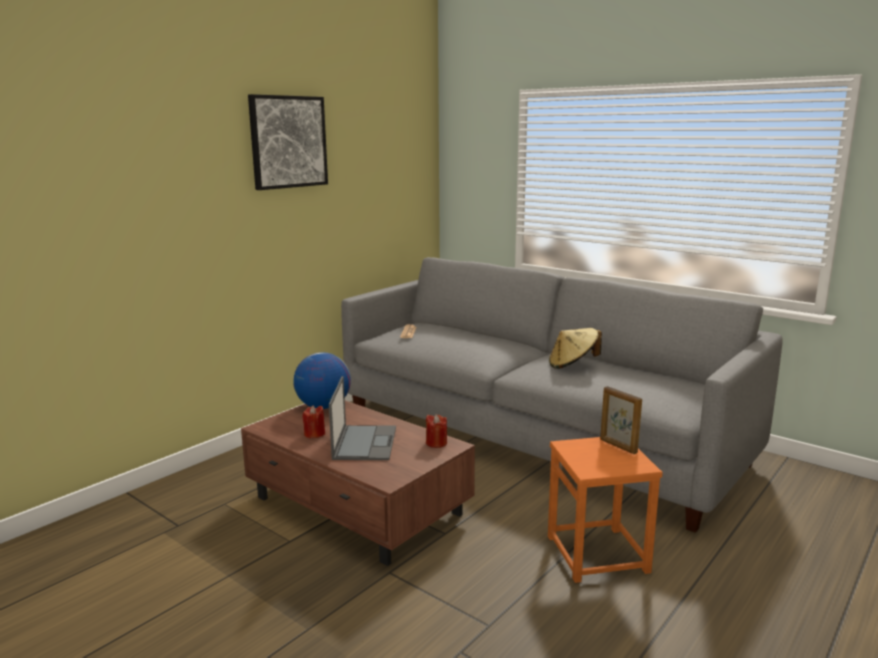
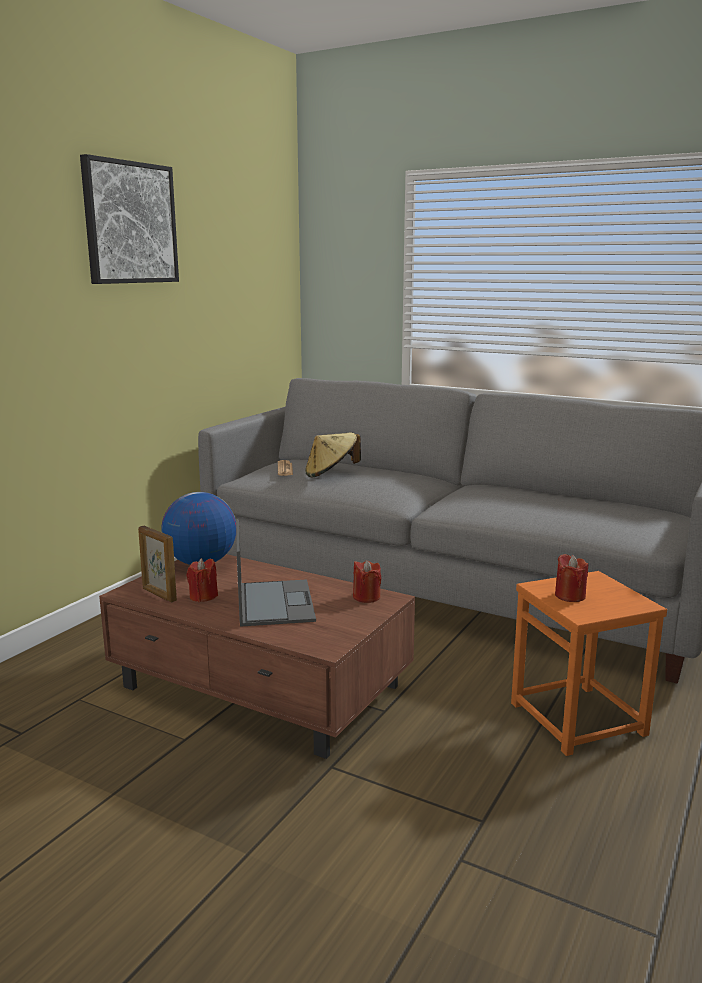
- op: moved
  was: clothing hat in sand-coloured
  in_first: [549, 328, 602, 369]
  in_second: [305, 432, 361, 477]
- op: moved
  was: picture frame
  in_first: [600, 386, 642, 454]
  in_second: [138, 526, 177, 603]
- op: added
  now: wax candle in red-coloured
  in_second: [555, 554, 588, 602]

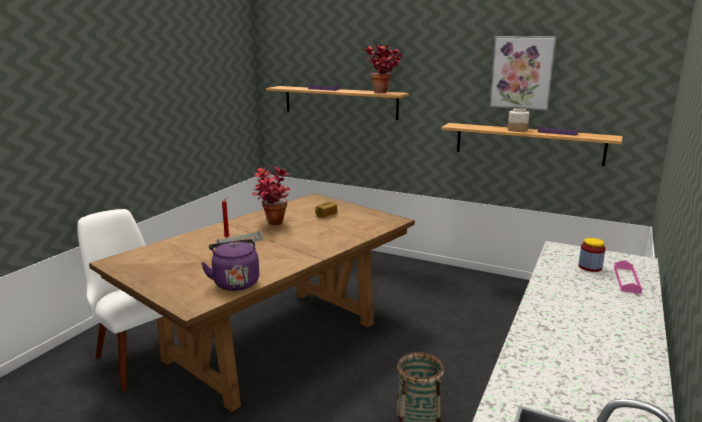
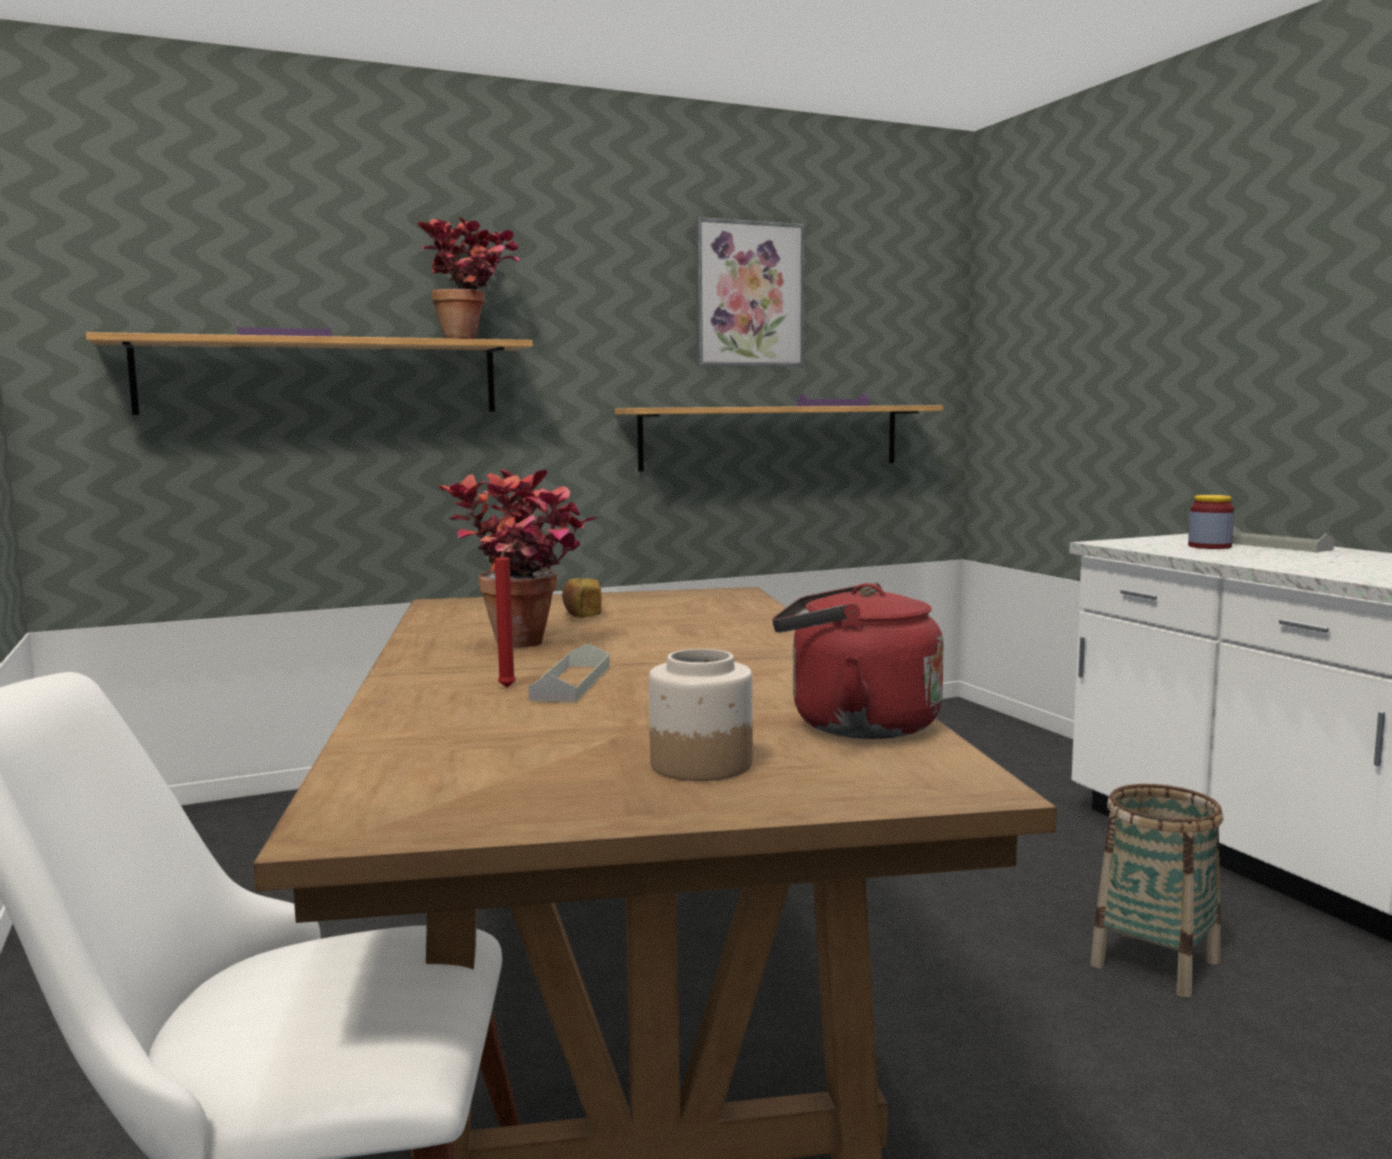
- op: moved
  was: jar
  in_first: [508, 108, 530, 132]
  in_second: [649, 649, 753, 781]
- op: recoloured
  was: kettle in purplish
  now: kettle in red-coloured
  in_first: [201, 239, 259, 291]
  in_second: [772, 583, 944, 739]
- op: recoloured
  was: carrying tray in pink
  now: carrying tray in greyish
  in_first: [614, 260, 642, 294]
  in_second: [1232, 526, 1334, 552]

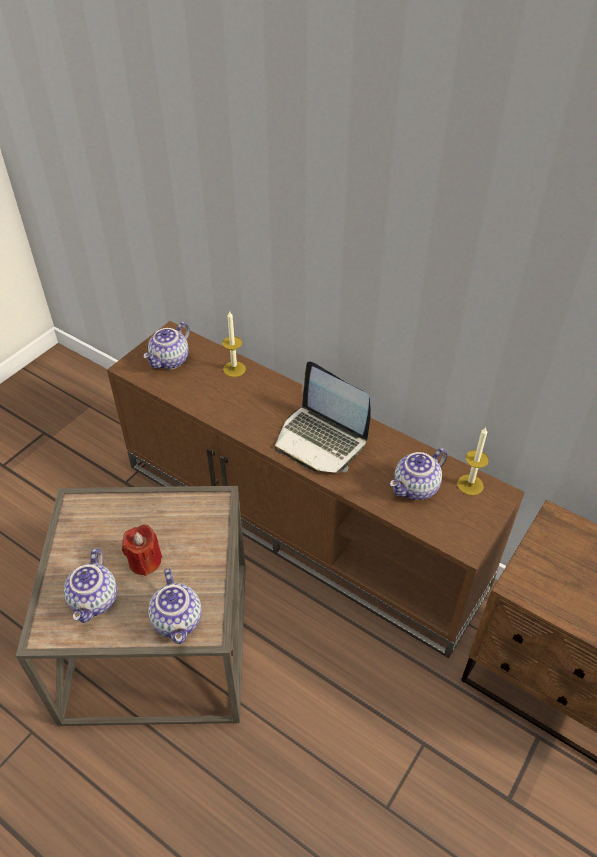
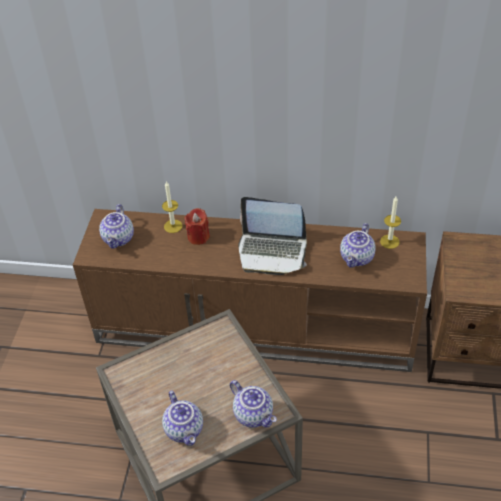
- op: moved
  was: wax candle in red-coloured
  in_first: [122, 524, 162, 576]
  in_second: [184, 208, 210, 245]

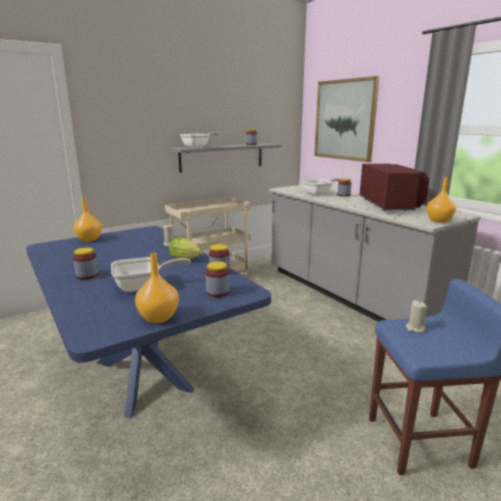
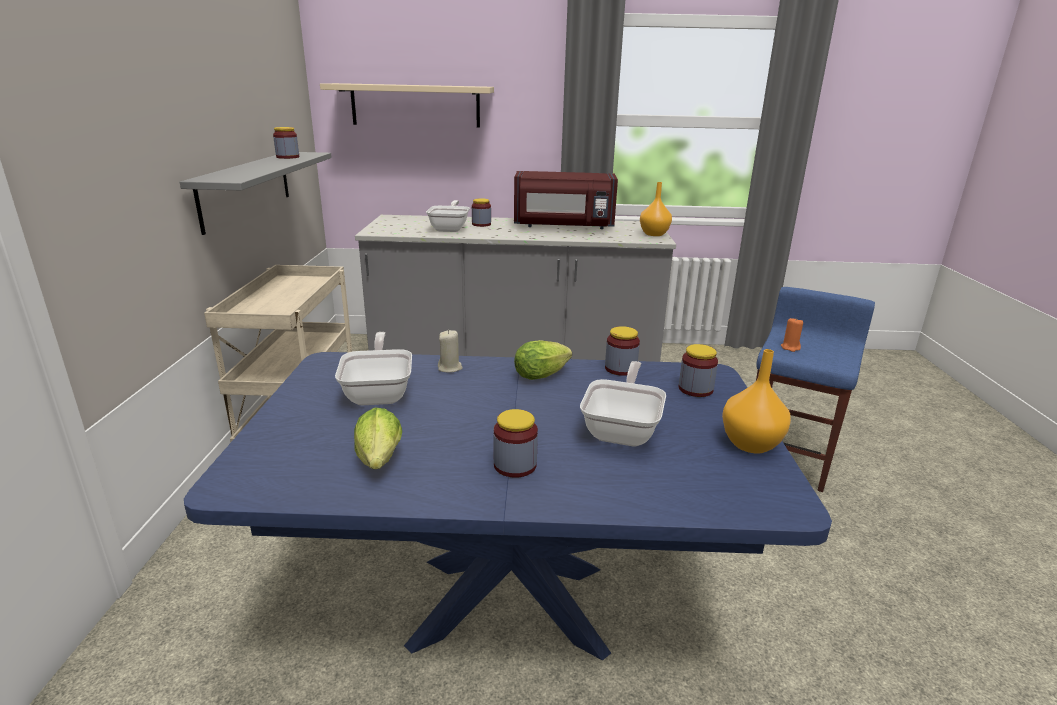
- op: replaced
  was: wall art
  now: wall shelf in sand-coloured
  in_first: [314, 76, 380, 162]
  in_second: [320, 83, 494, 128]
- op: moved
  was: skillet
  in_first: [180, 132, 219, 148]
  in_second: [335, 332, 412, 405]
- op: turned
  was: microwave oven in red-coloured
  in_first: [360, 164, 429, 211]
  in_second: [514, 171, 618, 229]
  clockwise: 150
- op: removed
  was: flower vase in orangey
  in_first: [74, 198, 102, 242]
- op: recoloured
  was: wax candle in sand-coloured
  now: wax candle in orangey
  in_first: [406, 300, 427, 333]
  in_second: [781, 317, 803, 352]
- op: added
  now: lettuce head
  in_second: [354, 407, 402, 469]

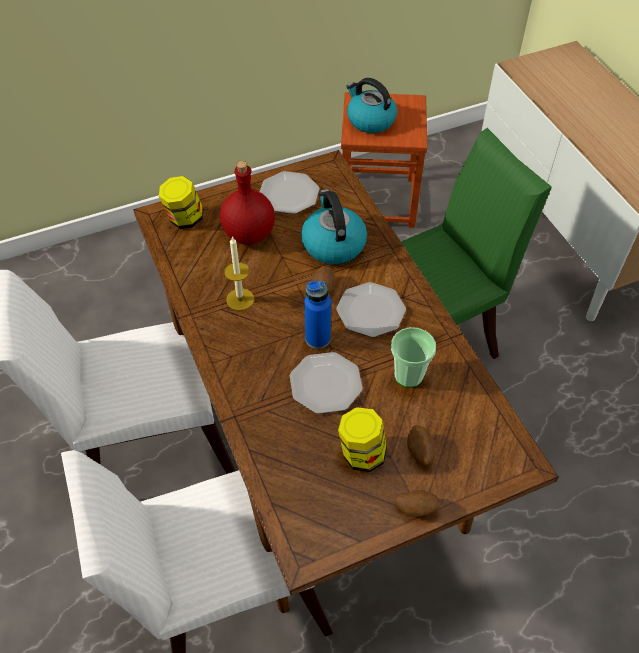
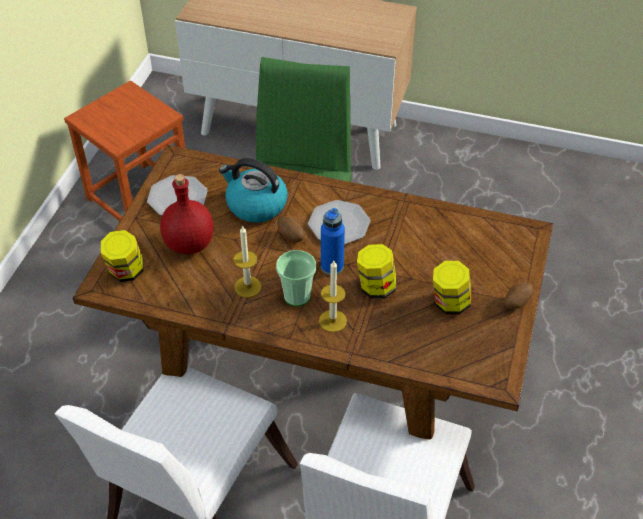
- op: removed
  was: kettle
  in_first: [346, 78, 397, 133]
- op: moved
  was: cup
  in_first: [391, 327, 436, 388]
  in_second: [276, 250, 316, 306]
- op: replaced
  was: dinner plate
  now: jar
  in_first: [290, 352, 363, 414]
  in_second: [357, 244, 397, 299]
- op: removed
  was: spud
  in_first: [407, 425, 436, 466]
- op: added
  now: wax candle
  in_second: [319, 261, 347, 332]

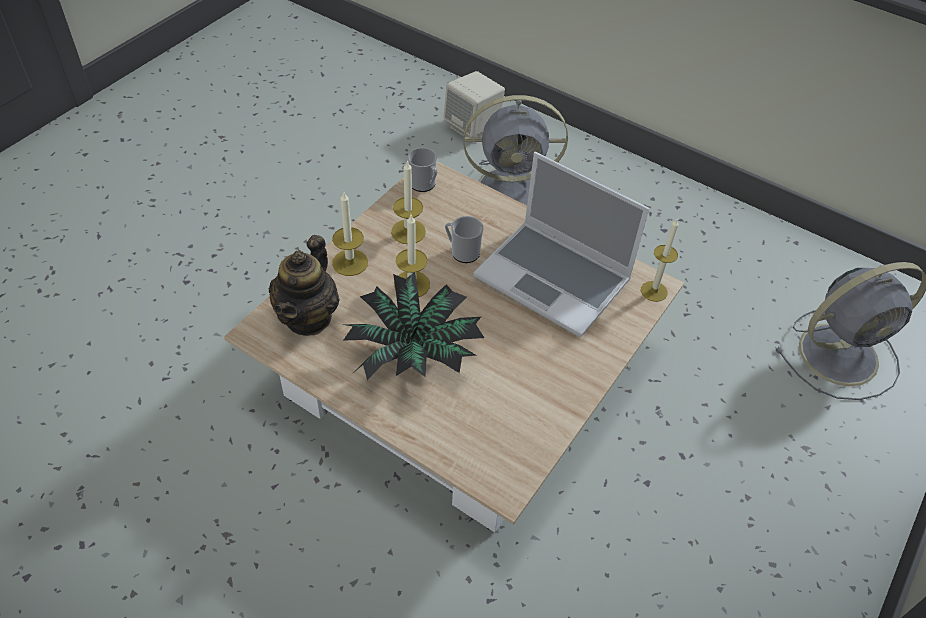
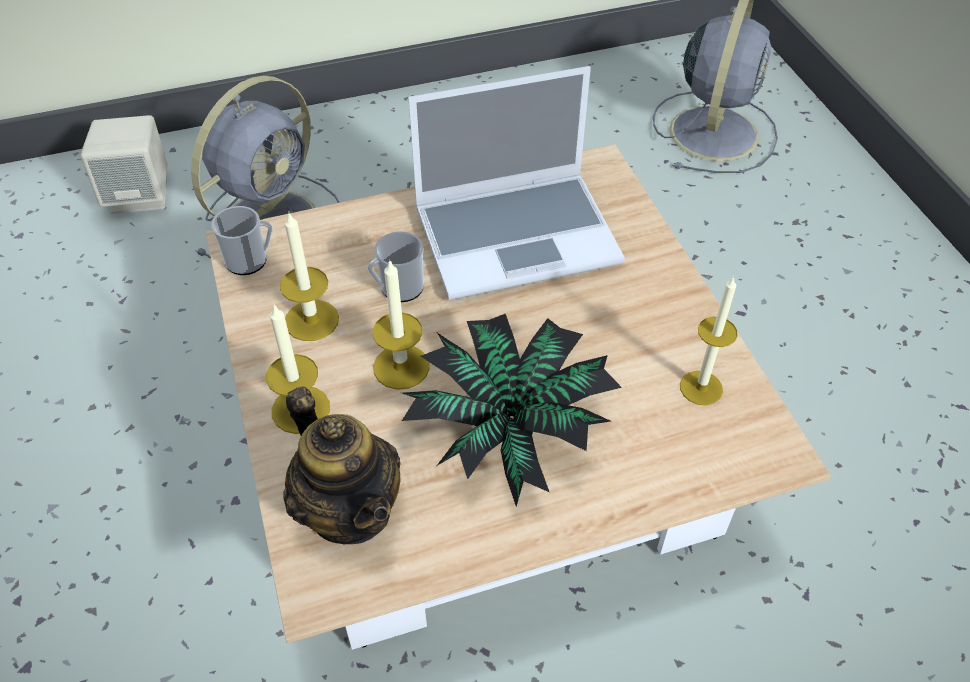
- op: moved
  was: wax candle
  in_first: [641, 219, 678, 302]
  in_second: [680, 276, 738, 405]

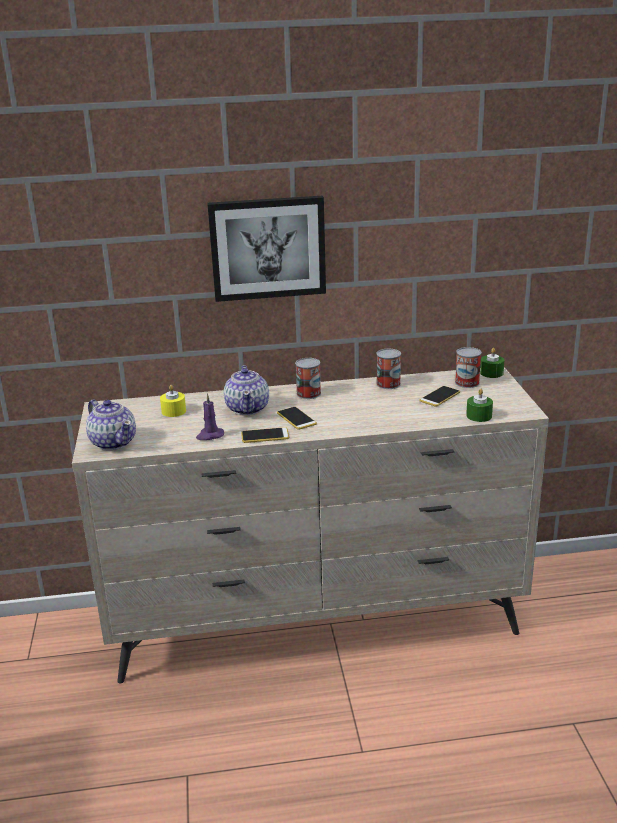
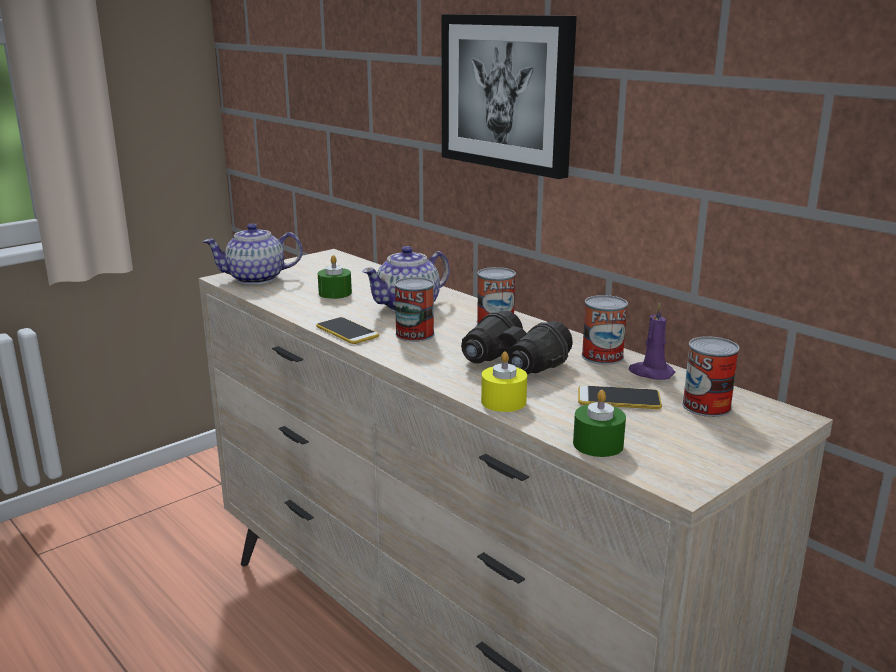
- op: moved
  was: wax candle in green
  in_first: [480, 348, 504, 378]
  in_second: [318, 255, 352, 299]
- op: moved
  was: wax candle in yellow
  in_first: [160, 385, 186, 417]
  in_second: [481, 352, 527, 412]
- op: moved
  was: wax candle in purplish
  in_first: [196, 394, 224, 440]
  in_second: [629, 302, 675, 380]
- op: turned
  was: pot for tea
  in_first: [86, 399, 136, 450]
  in_second: [202, 223, 303, 285]
  clockwise: 60
- op: replaced
  was: telephone
  now: can
  in_first: [277, 407, 317, 430]
  in_second: [394, 277, 434, 342]
- op: added
  now: binoculars in blackish
  in_second: [461, 310, 573, 375]

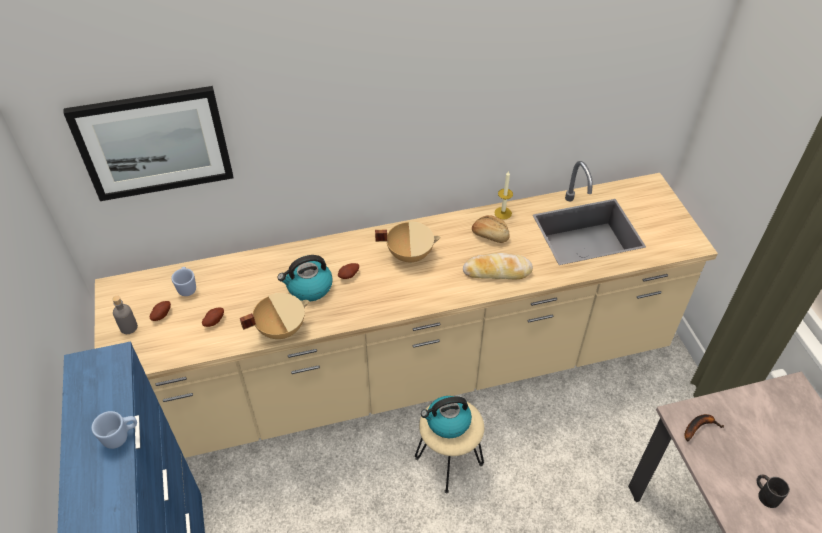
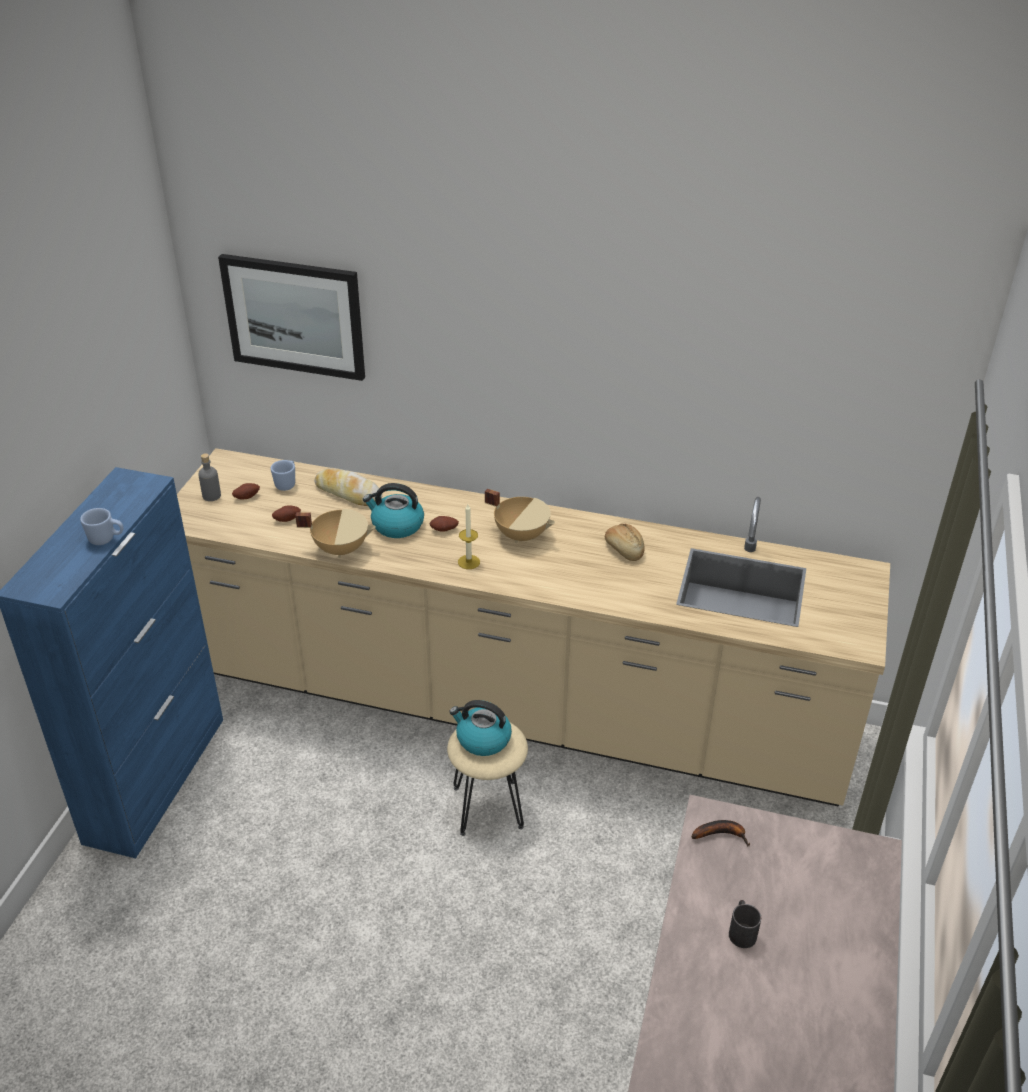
- op: moved
  was: wax candle
  in_first: [494, 171, 513, 220]
  in_second: [458, 504, 480, 569]
- op: moved
  was: bread
  in_first: [463, 253, 533, 279]
  in_second: [314, 468, 382, 506]

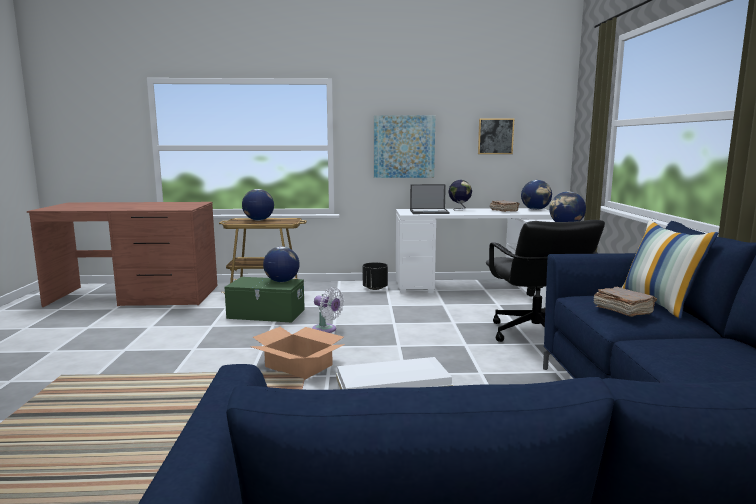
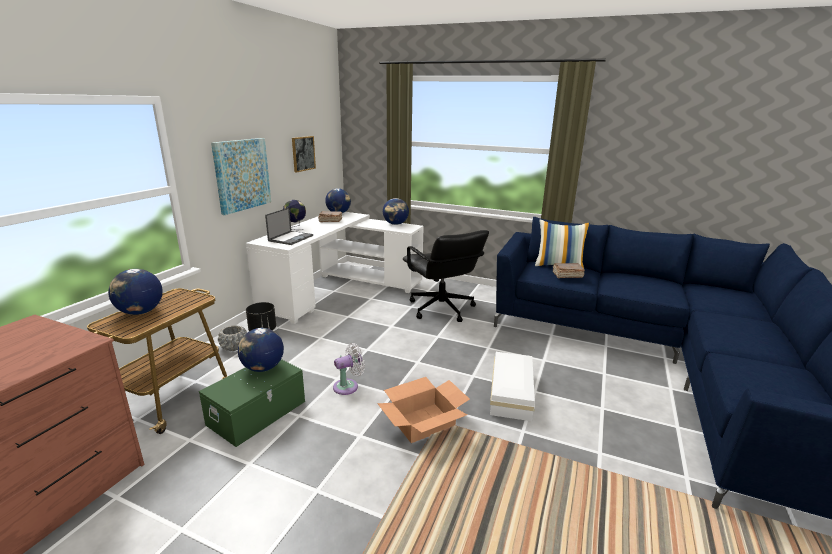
- op: turned
  was: computer chair in blackish
  in_first: [486, 220, 605, 342]
  in_second: [403, 230, 489, 322]
  clockwise: 45
- op: added
  now: planter in greyish
  in_second: [218, 325, 247, 351]

